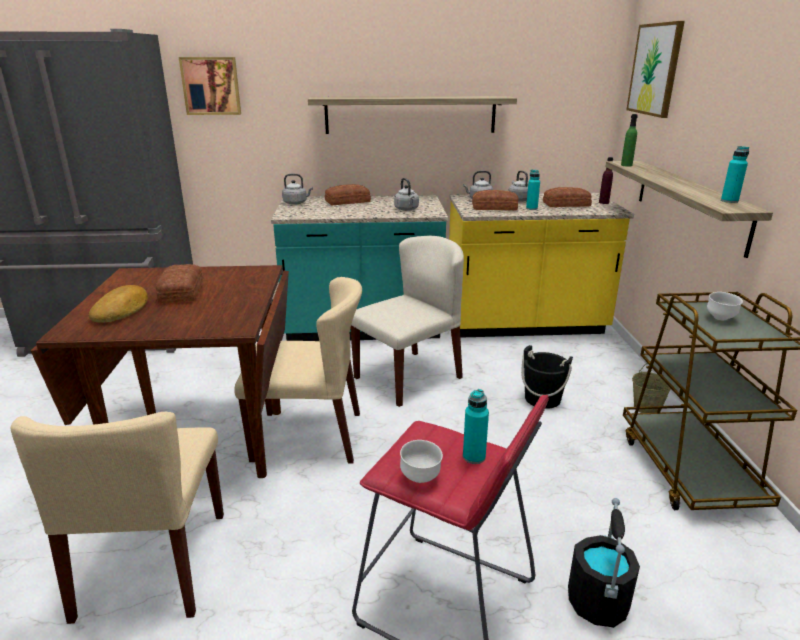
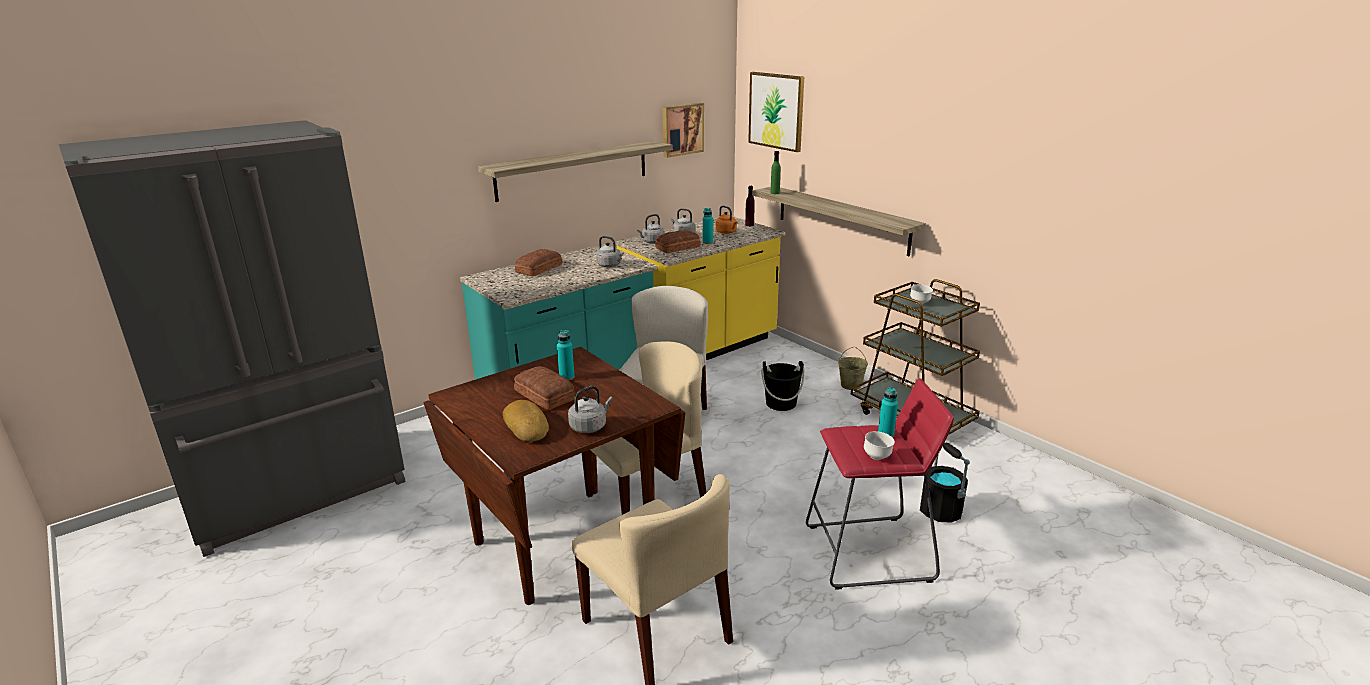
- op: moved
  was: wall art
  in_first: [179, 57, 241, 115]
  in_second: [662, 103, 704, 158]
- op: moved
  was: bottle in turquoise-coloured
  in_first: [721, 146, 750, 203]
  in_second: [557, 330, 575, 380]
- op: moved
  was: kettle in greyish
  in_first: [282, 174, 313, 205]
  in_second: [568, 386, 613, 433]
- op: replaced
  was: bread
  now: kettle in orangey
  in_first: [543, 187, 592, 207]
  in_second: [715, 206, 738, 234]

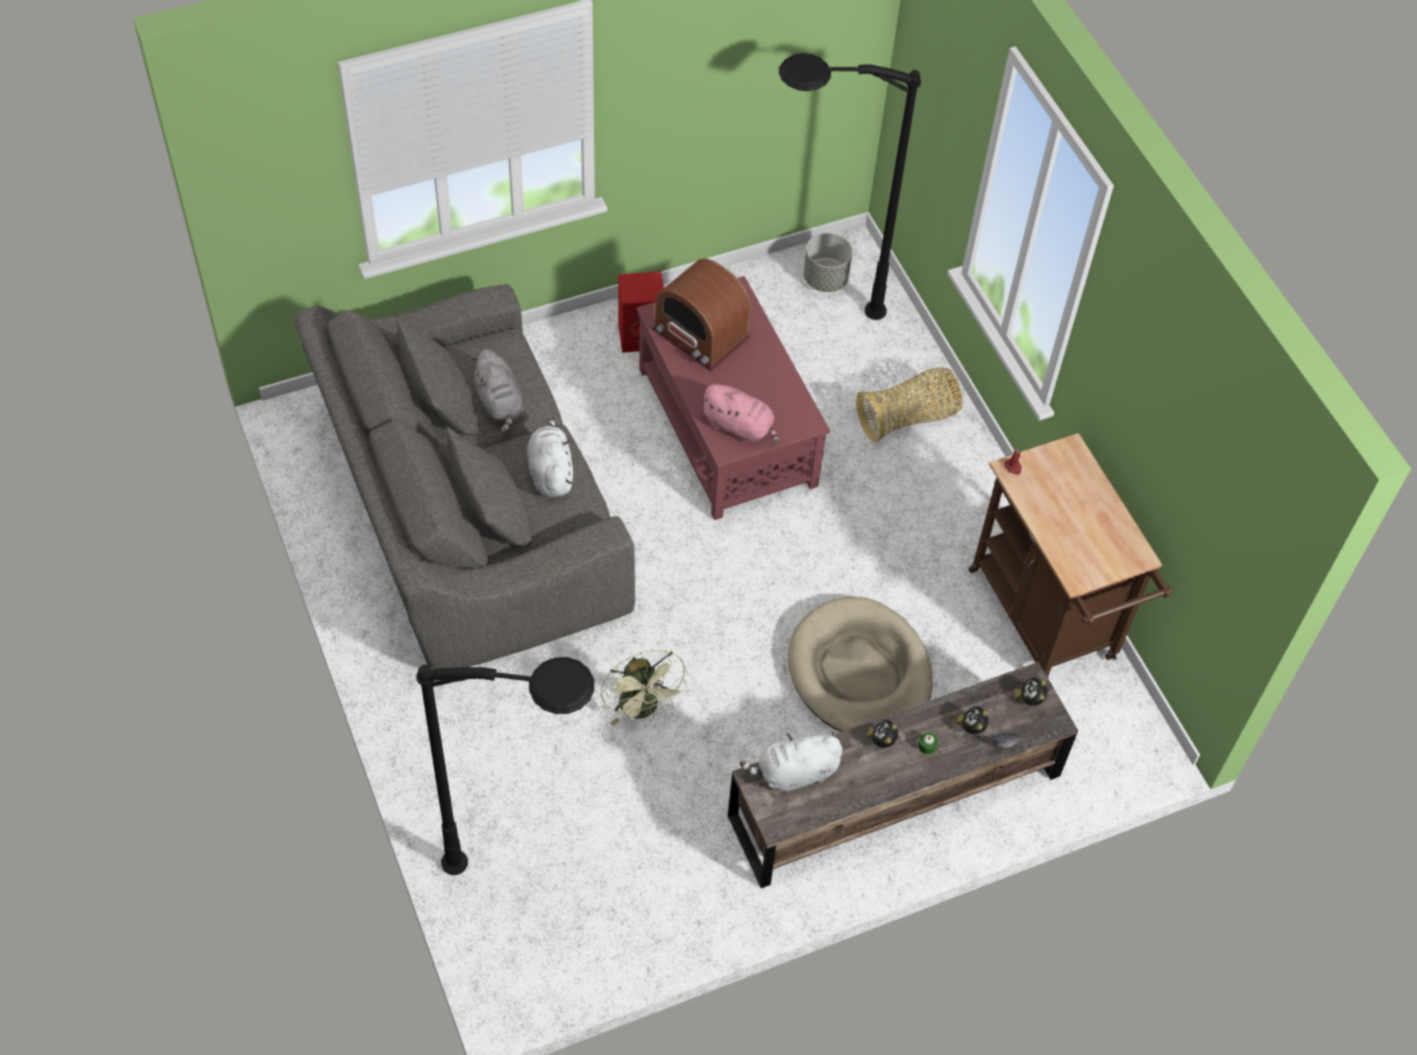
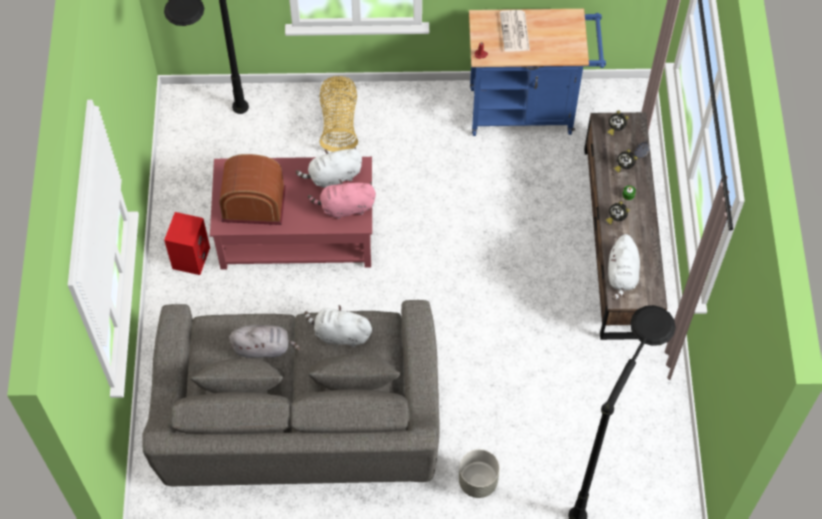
- op: moved
  was: planter in greyish
  in_first: [804, 233, 853, 292]
  in_second: [459, 449, 500, 498]
- op: turned
  was: radio receiver
  in_first: [652, 259, 751, 371]
  in_second: [220, 154, 286, 225]
  clockwise: -150
- op: turned
  was: cuddly toy in pink
  in_first: [700, 384, 779, 446]
  in_second: [308, 179, 376, 219]
  clockwise: -150
- op: recoloured
  was: cart in brown-coloured
  now: cart in bluish
  in_first: [968, 433, 1172, 677]
  in_second: [469, 9, 606, 136]
- op: removed
  was: dog bed in sand-coloured
  in_first: [787, 597, 933, 732]
- op: removed
  was: electric fan in green
  in_first: [601, 650, 688, 726]
- op: added
  now: newspaper
  in_second: [500, 10, 530, 52]
- op: added
  now: cuddly toy in white
  in_second: [296, 147, 362, 188]

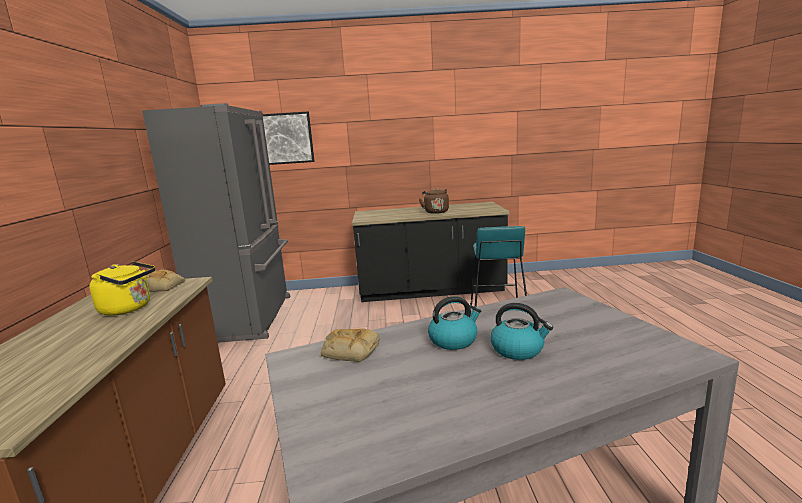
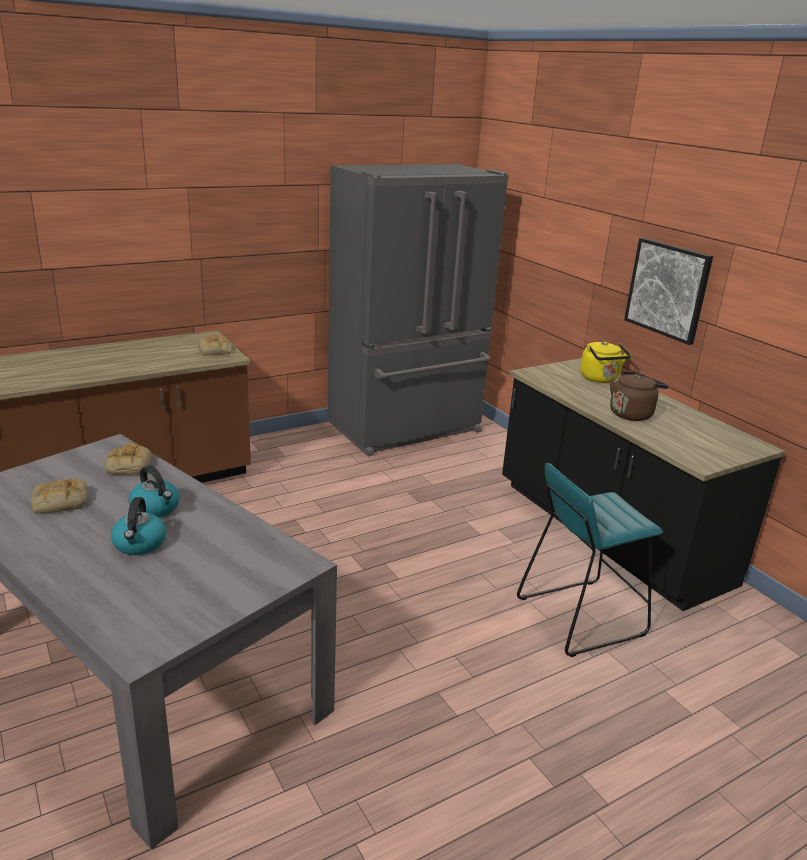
- op: moved
  was: wall art
  in_first: [263, 111, 315, 165]
  in_second: [624, 238, 713, 345]
- op: moved
  was: kettle in yellow
  in_first: [89, 261, 155, 316]
  in_second: [580, 341, 631, 383]
- op: added
  now: bread
  in_second: [31, 478, 88, 513]

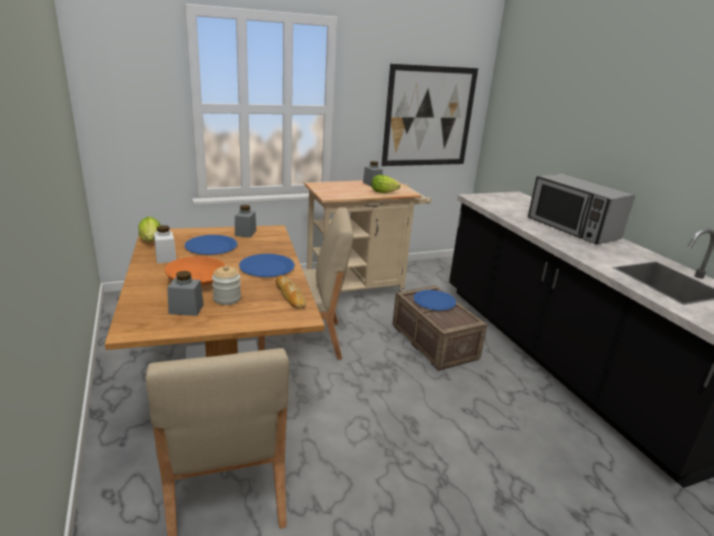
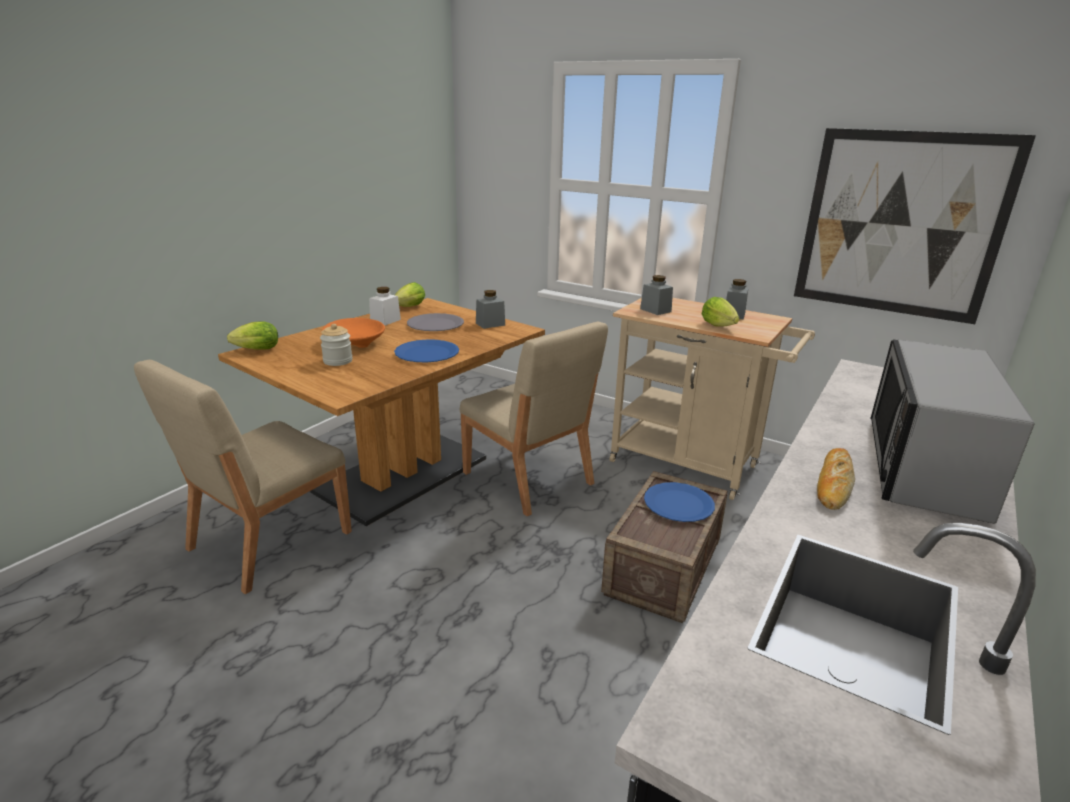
- op: recoloured
  was: dinner plate in bluish
  now: dinner plate in greyish
  in_first: [185, 235, 237, 255]
  in_second: [407, 313, 464, 331]
- op: moved
  was: jar in greyish
  in_first: [167, 271, 204, 316]
  in_second: [640, 275, 673, 315]
- op: moved
  was: bread
  in_first: [276, 275, 306, 309]
  in_second: [817, 448, 855, 510]
- op: added
  now: lettuce head
  in_second: [227, 321, 278, 350]

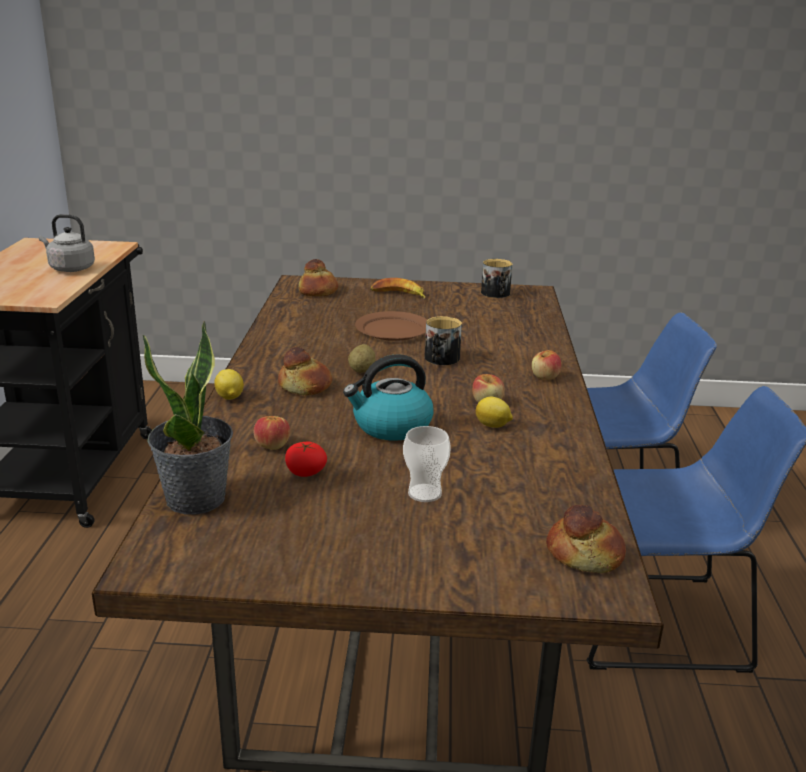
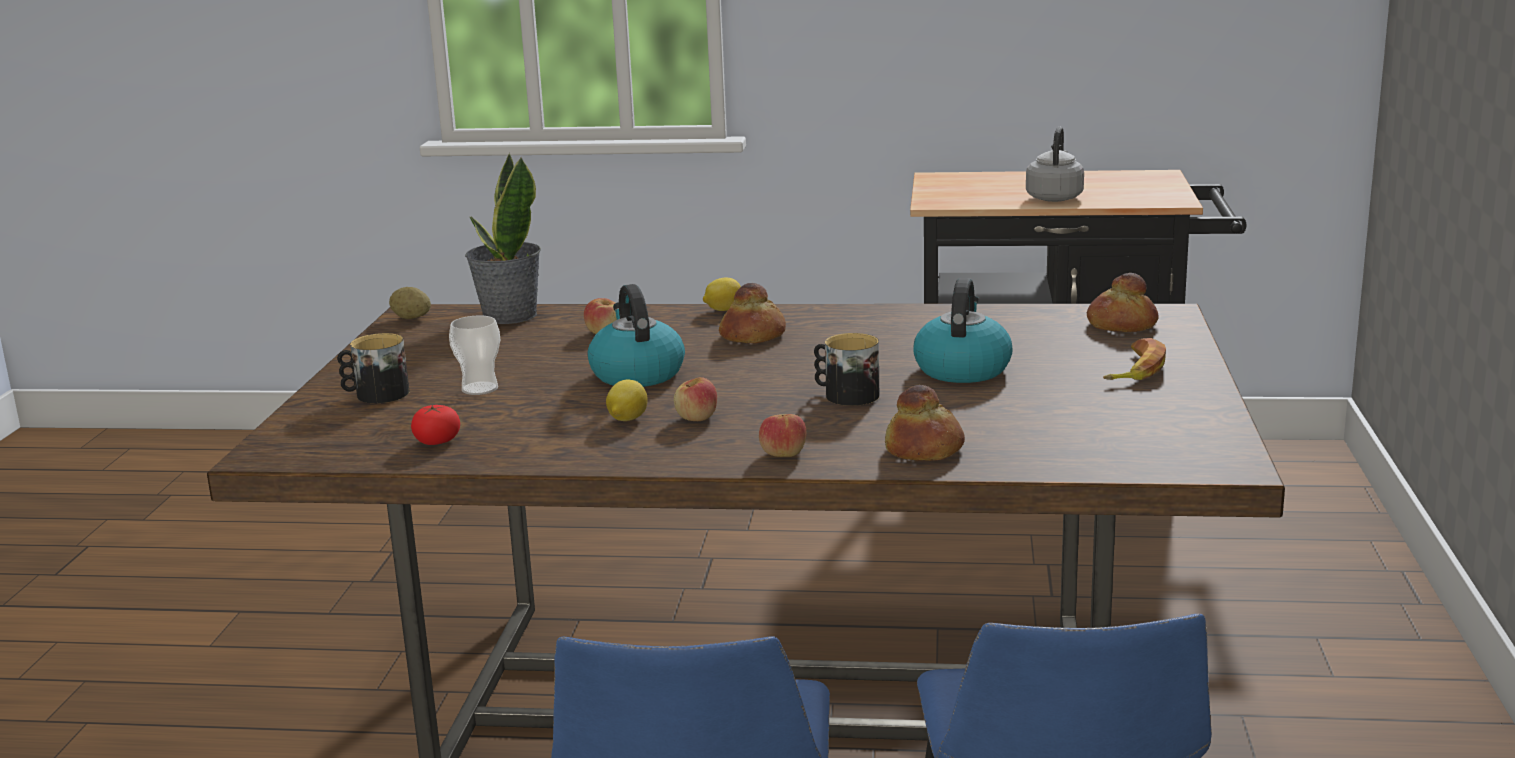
- op: moved
  was: coffee mug
  in_first: [481, 259, 512, 298]
  in_second: [337, 333, 410, 403]
- op: replaced
  was: dinner plate in brown-coloured
  now: kettle
  in_first: [355, 311, 427, 341]
  in_second: [913, 278, 1013, 383]
- op: moved
  was: spud
  in_first: [348, 344, 375, 373]
  in_second: [389, 287, 431, 319]
- op: moved
  was: whole tomato
  in_first: [285, 442, 327, 477]
  in_second: [411, 404, 460, 445]
- op: moved
  was: bread
  in_first: [546, 505, 626, 573]
  in_second: [885, 385, 965, 461]

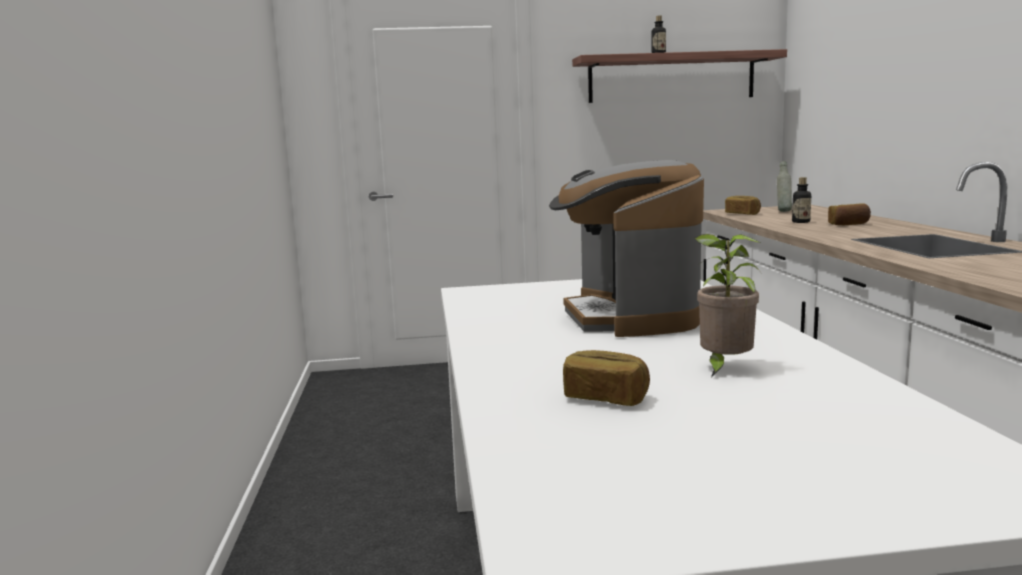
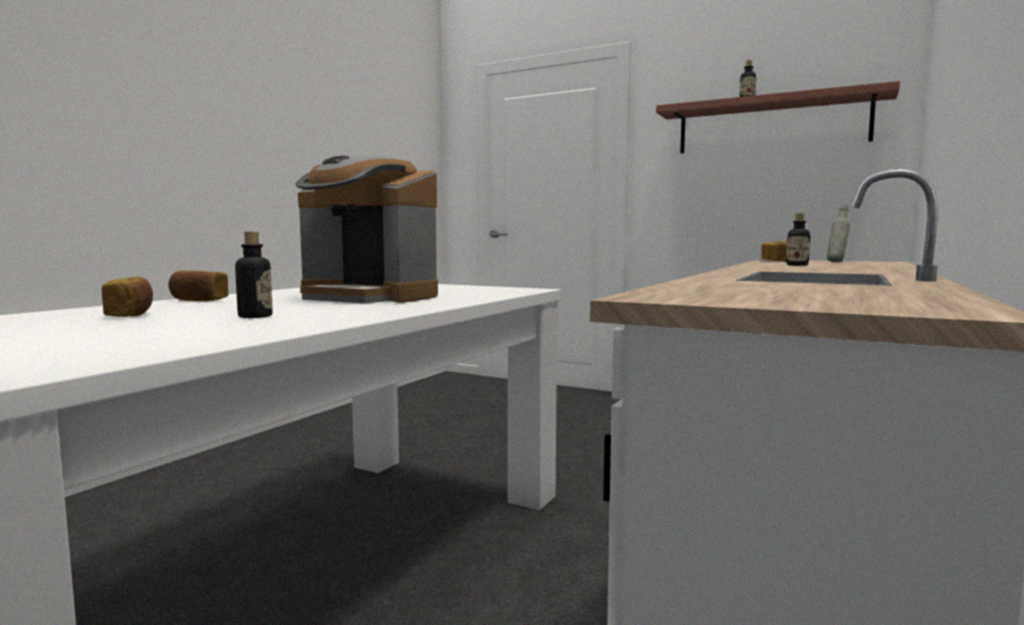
- op: turned
  was: coffee maker
  in_first: [549, 160, 704, 337]
  in_second: [295, 156, 438, 303]
  clockwise: -90
- op: moved
  was: bread
  in_first: [828, 203, 871, 225]
  in_second: [168, 270, 228, 301]
- op: replaced
  was: houseplant
  now: bottle
  in_first: [695, 234, 760, 378]
  in_second: [235, 232, 273, 318]

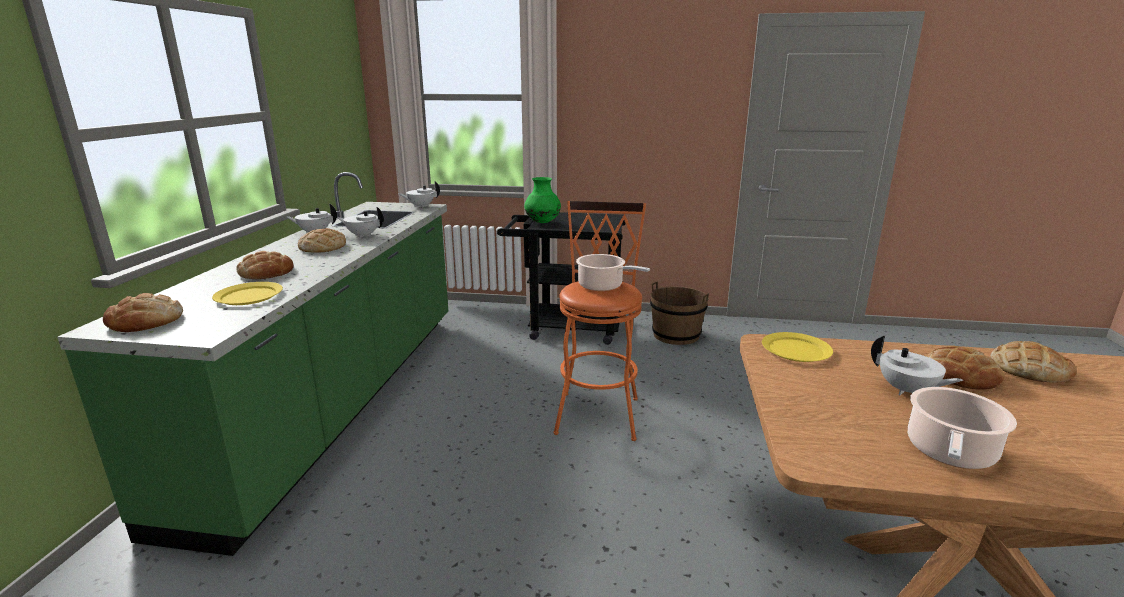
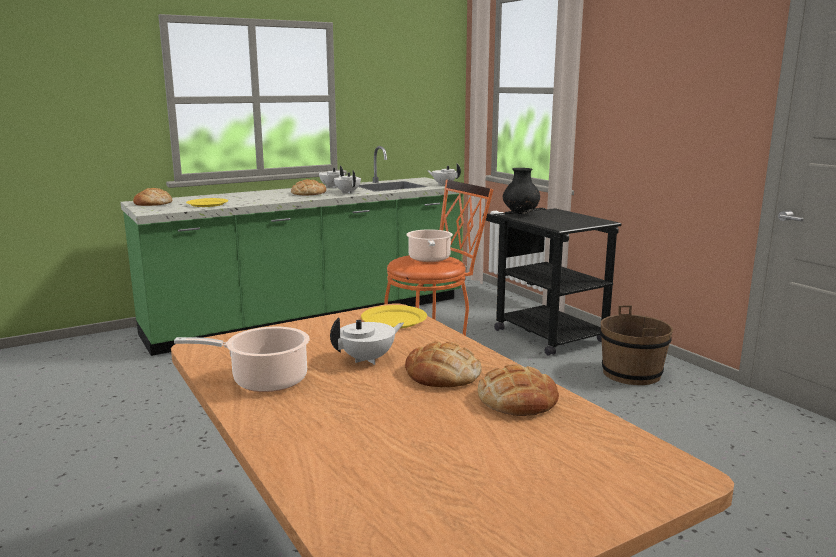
- op: recoloured
  was: flower vase in green
  now: flower vase in blackish
  in_first: [524, 177, 561, 223]
  in_second: [503, 168, 540, 214]
- op: removed
  was: bread
  in_first: [236, 251, 294, 279]
- op: turned
  was: pot for tea in white
  in_first: [871, 335, 963, 395]
  in_second: [330, 317, 404, 365]
  clockwise: -135

